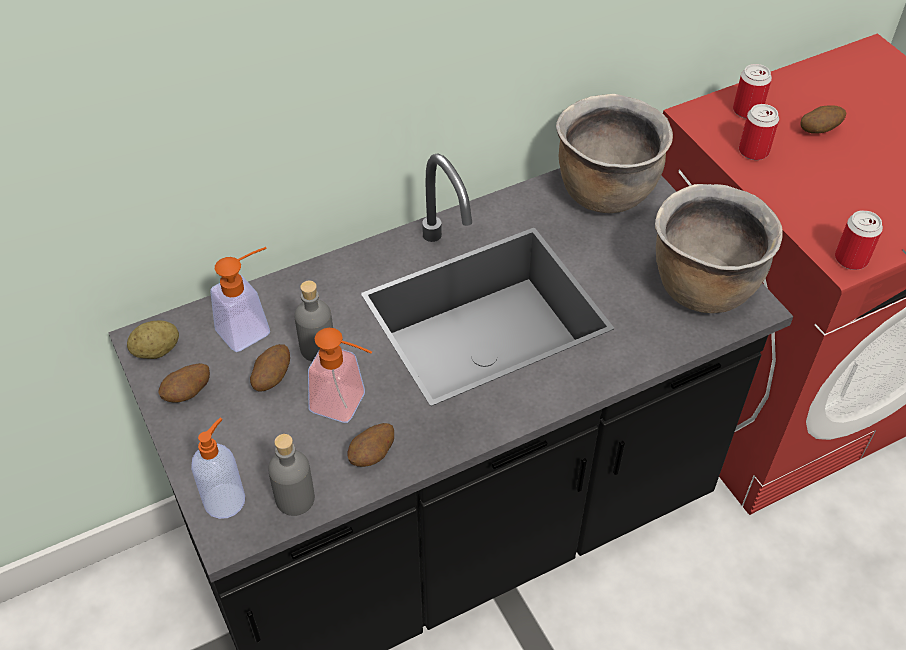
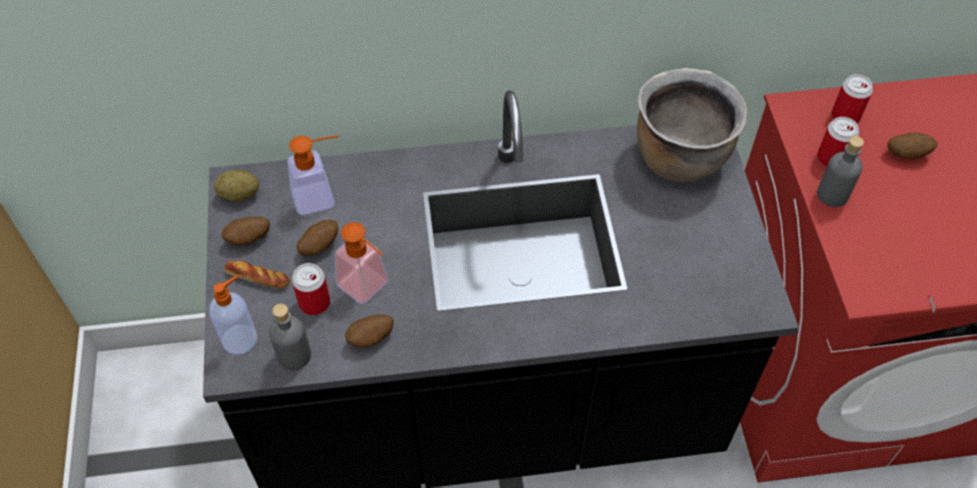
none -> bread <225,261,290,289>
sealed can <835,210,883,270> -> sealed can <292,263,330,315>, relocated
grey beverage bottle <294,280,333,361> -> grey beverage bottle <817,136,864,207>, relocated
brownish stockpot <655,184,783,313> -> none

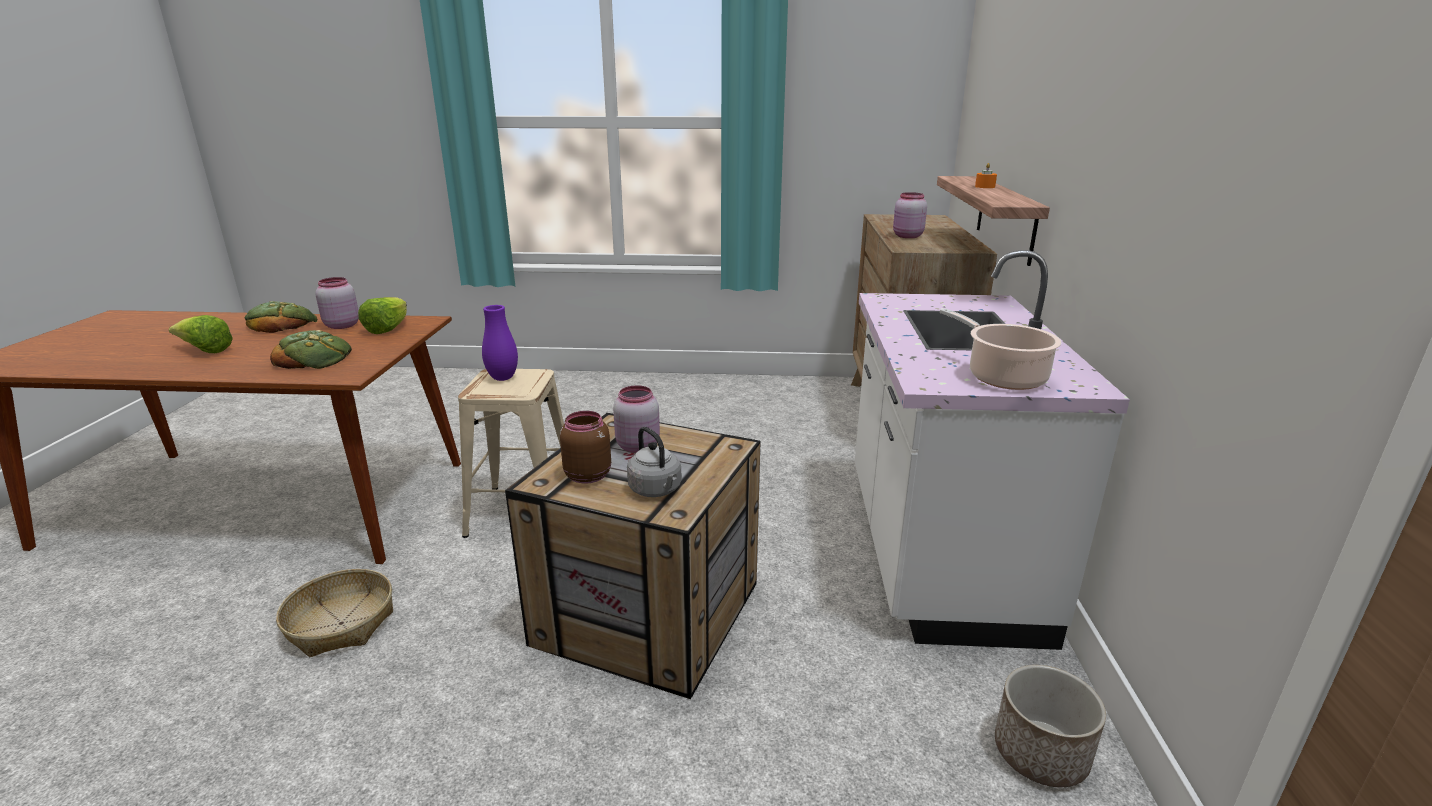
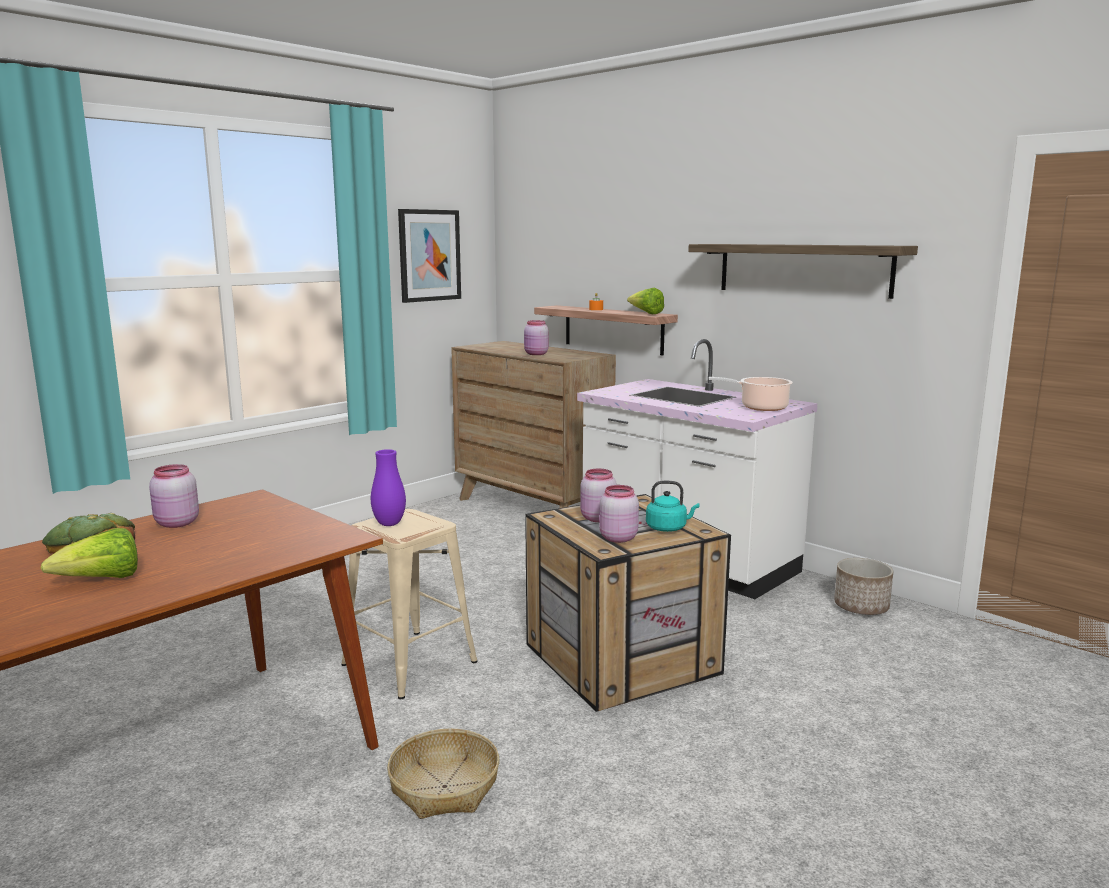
none -> picture <398,209,461,303>
brownish jar <560,411,611,484> -> pink jar <599,485,639,543>
head of lettuce <358,297,407,334> -> head of lettuce <627,288,664,314>, relocated
grey kettle <627,427,682,497> -> turquoise kettle <646,481,700,532>
none -> shelf <688,244,918,299>
bread <270,330,352,369> -> none

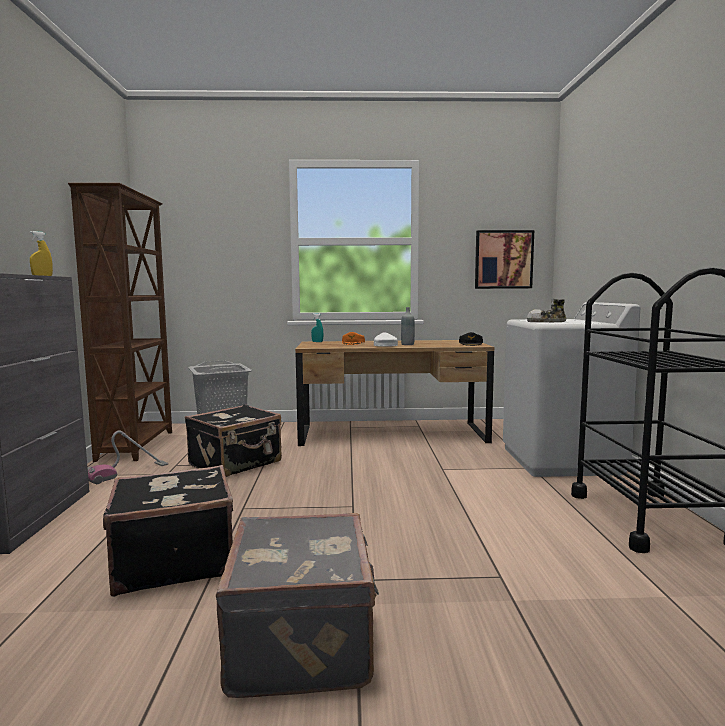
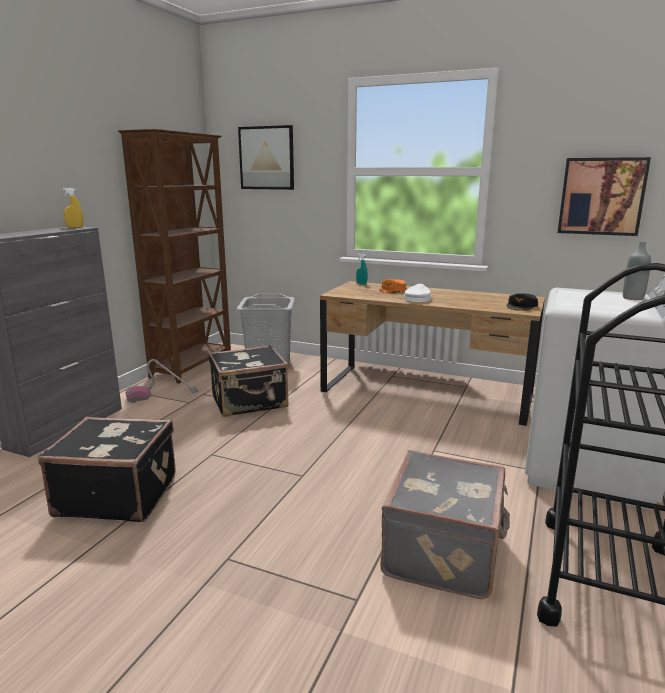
none -> picture <238,125,294,190>
grey suitcase <216,513,379,698> -> grey suitcase <380,450,510,599>, relocated
grey beverage bottle <401,307,415,345> -> grey beverage bottle <623,241,651,300>, relocated
shoe <527,298,566,322> -> none

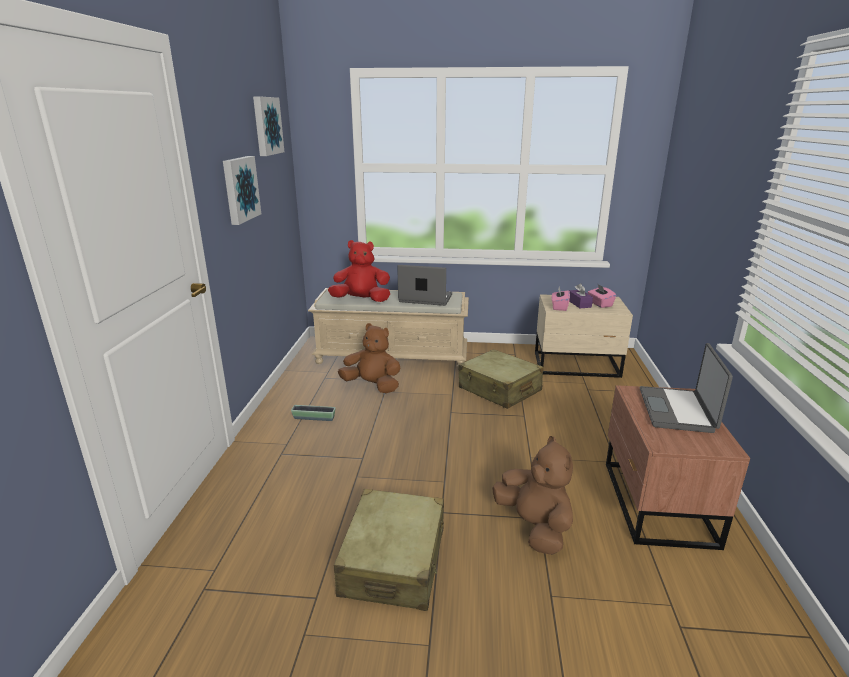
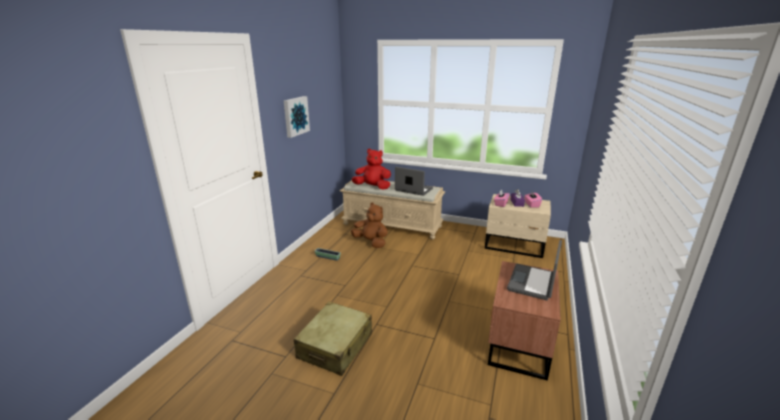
picture <253,96,284,156> -> none
sand-coloured suitcase <459,349,544,409> -> none
brownish plush toy <492,436,573,555> -> none

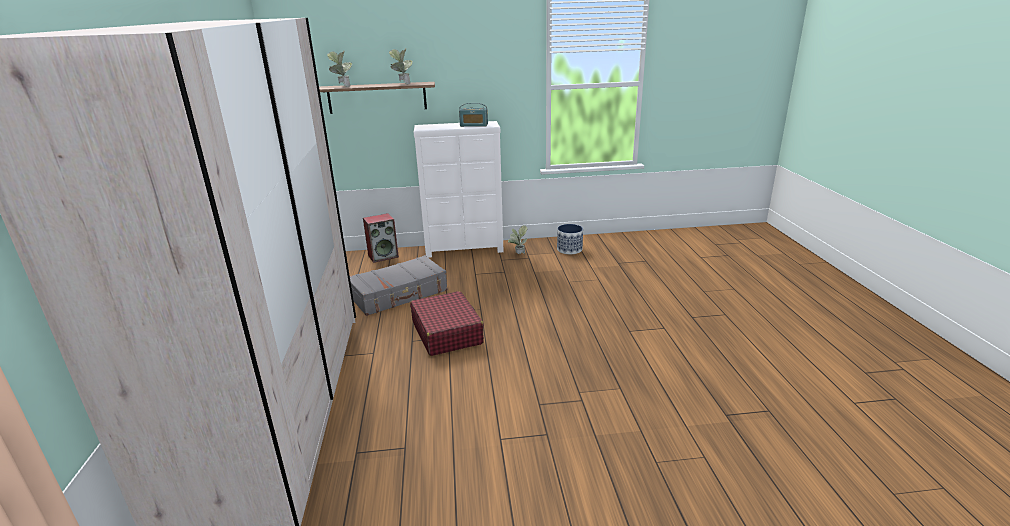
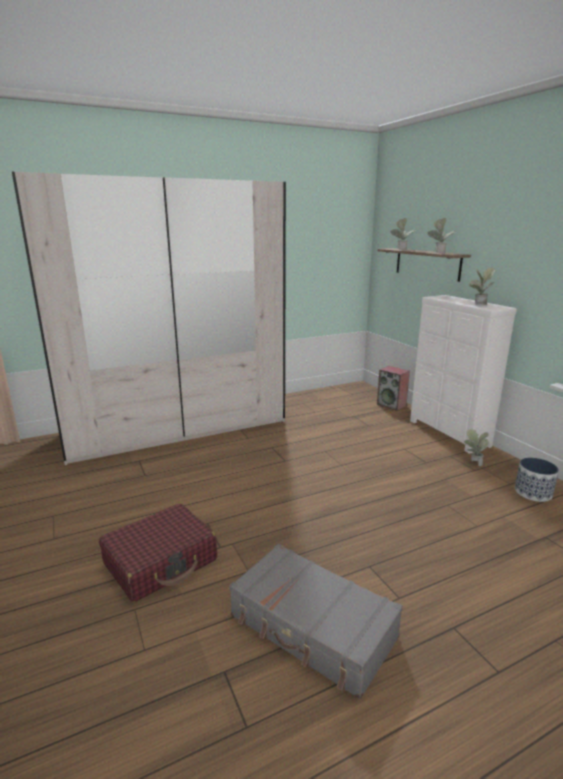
red-coloured suitcase <410,291,484,356> -> red-coloured suitcase <99,504,217,602>, relocated
grey suitcase <350,255,448,316> -> grey suitcase <229,544,403,700>, relocated
radio receiver <459,103,488,127> -> houseplant <469,267,496,305>

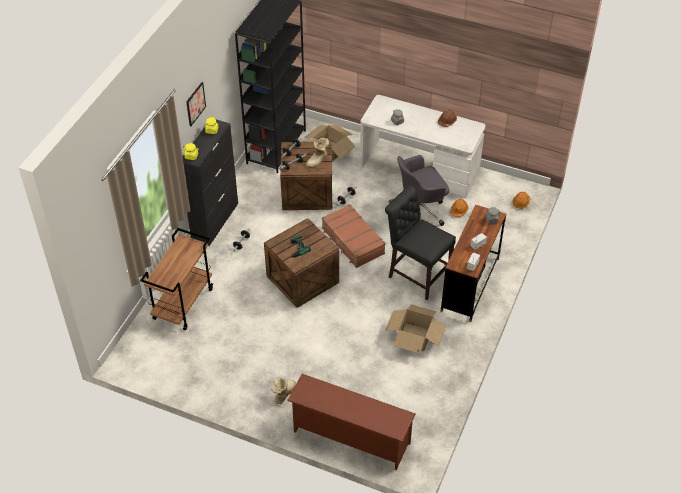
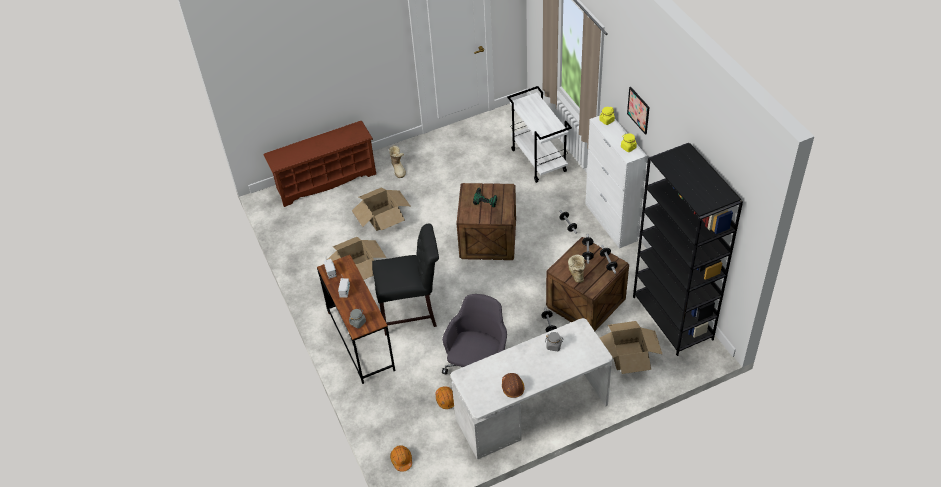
none -> packing box <352,187,410,231>
brownish wheeled cart <140,228,213,330> -> whitish wheeled cart <507,86,572,183>
black cabinet <183,120,238,246> -> whitish cabinet <585,116,647,248>
brownish suitcase <322,204,386,268> -> none

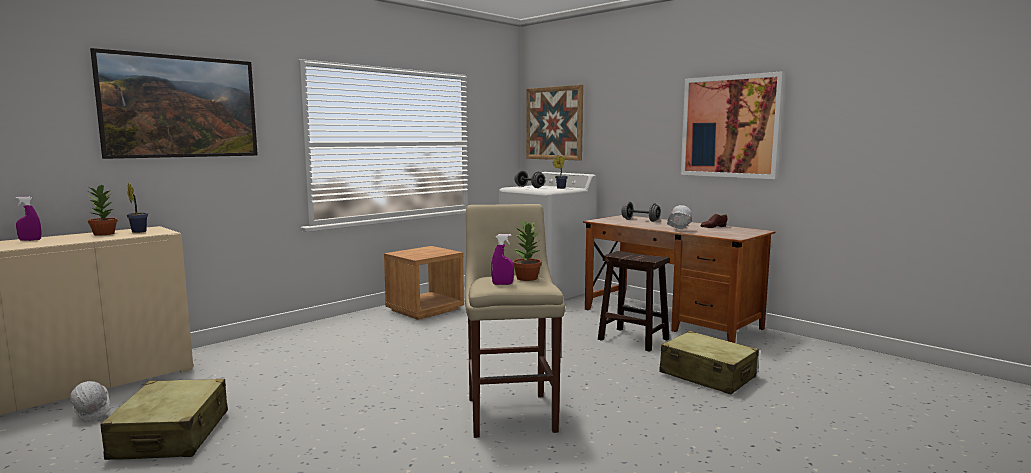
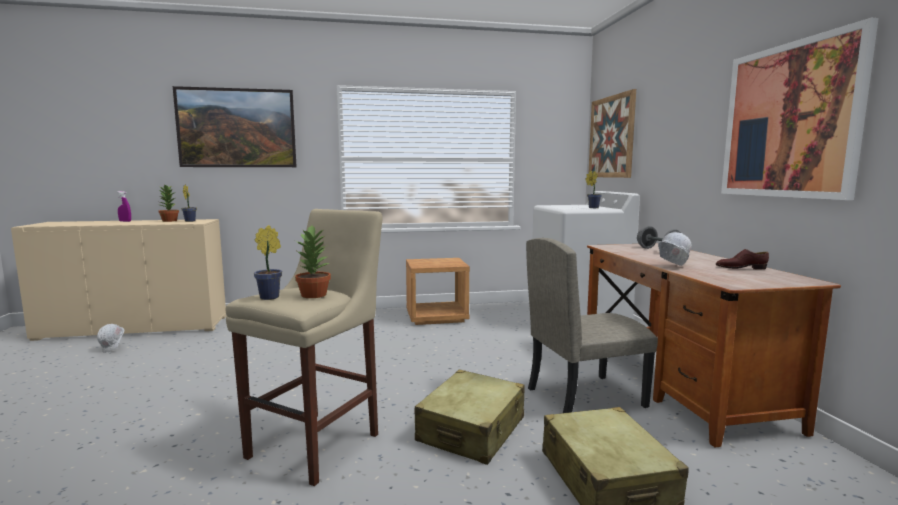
purplish sprayer <491,234,514,285> -> houseplant <254,225,282,300>
sand-coloured suitcase <101,379,228,460> -> sand-coloured suitcase <415,370,525,465>, relocated
brownish stool seat <598,251,670,352> -> sand-coloured upright chair <526,238,658,413>
grey free weight <514,171,545,188> -> none

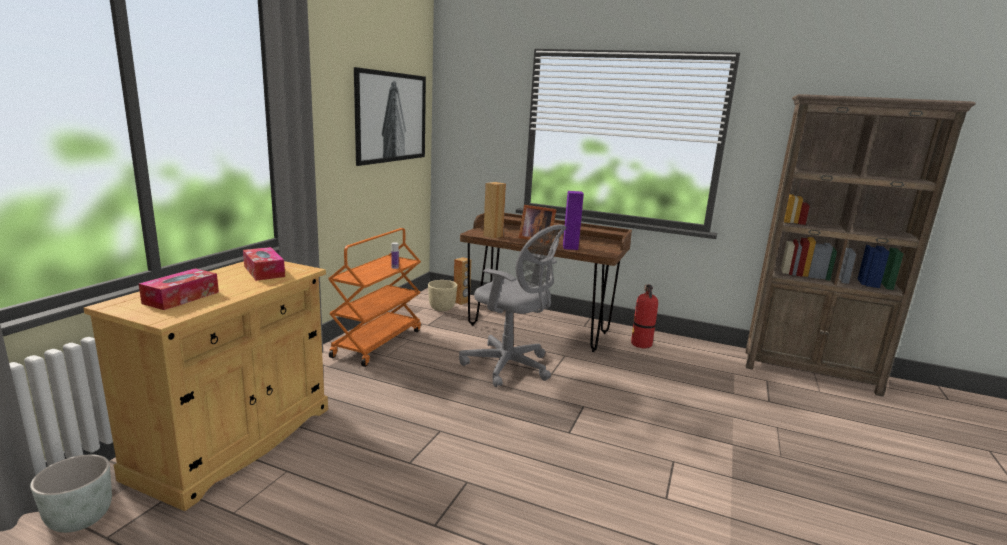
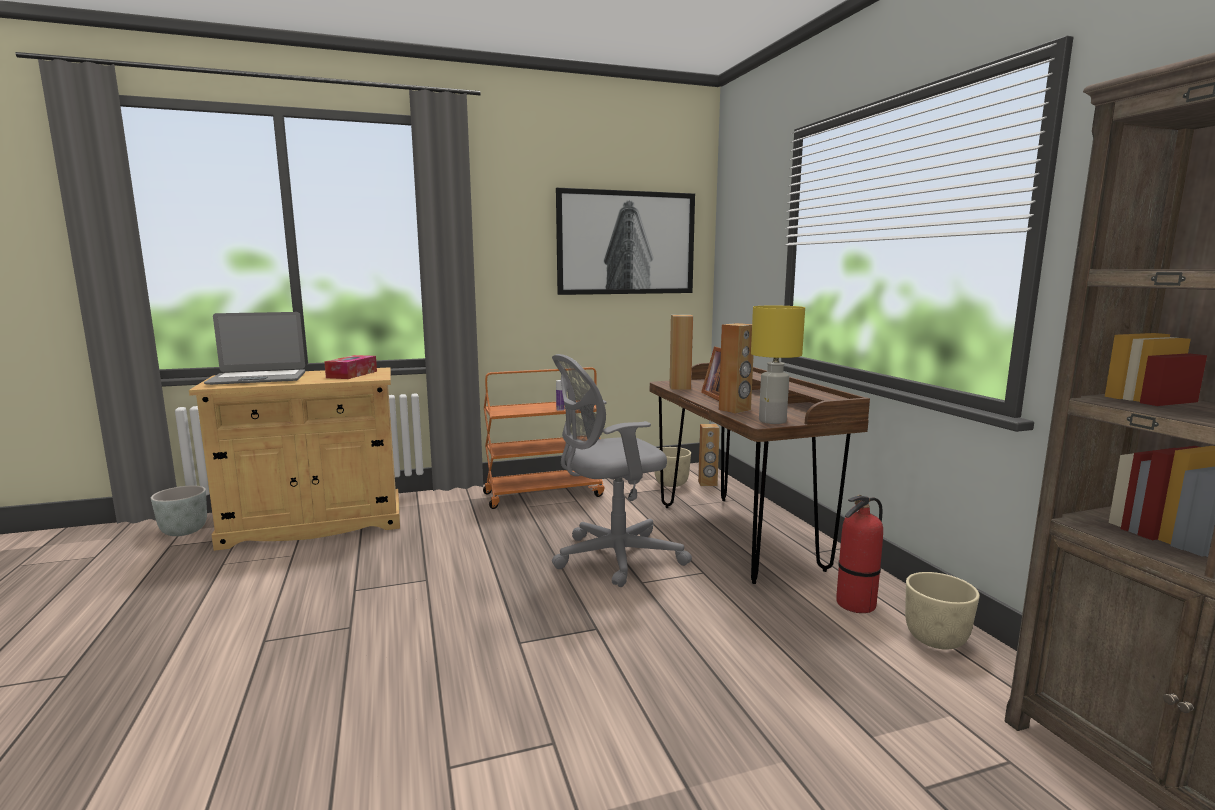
box of tissues <139,268,219,310> -> laptop <204,312,305,385>
grey computer chair <459,225,566,387> -> grey computer chair <552,354,692,587>, 75 degrees clockwise
purplish audio speaker <563,191,584,250> -> brownish audio speaker <719,323,754,414>
none -> yellow tabletop lamp <751,306,805,424>
none -> sand-coloured planter <905,572,980,650>

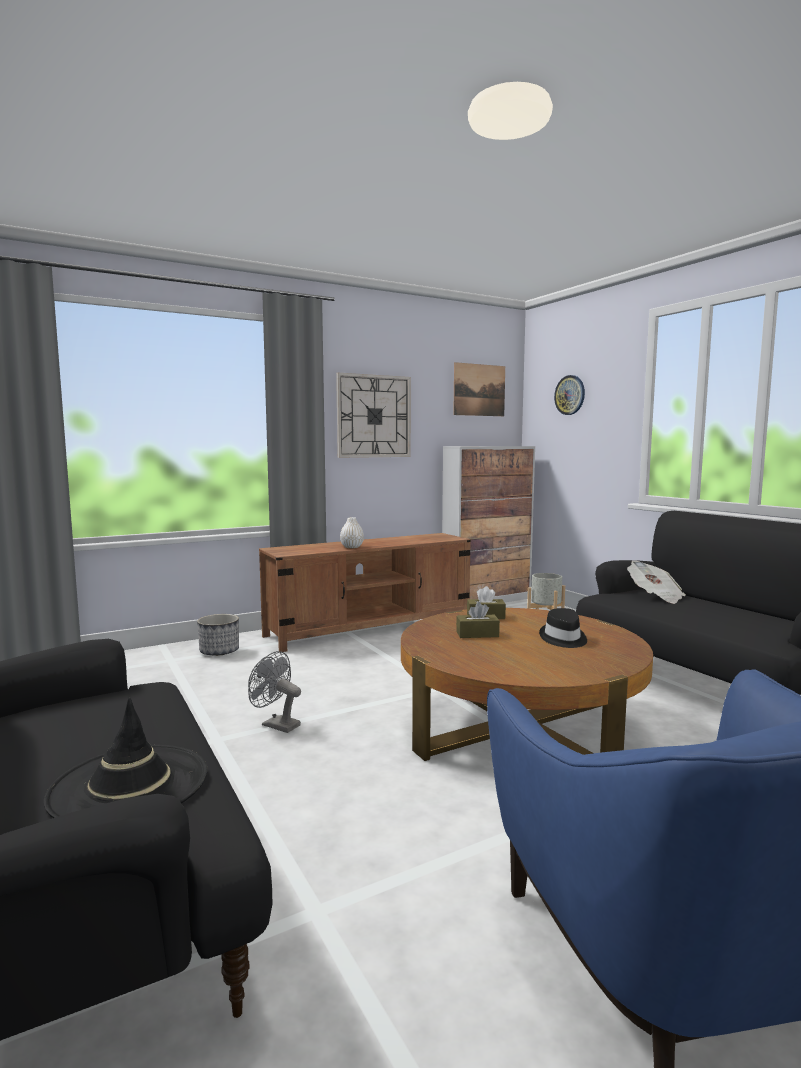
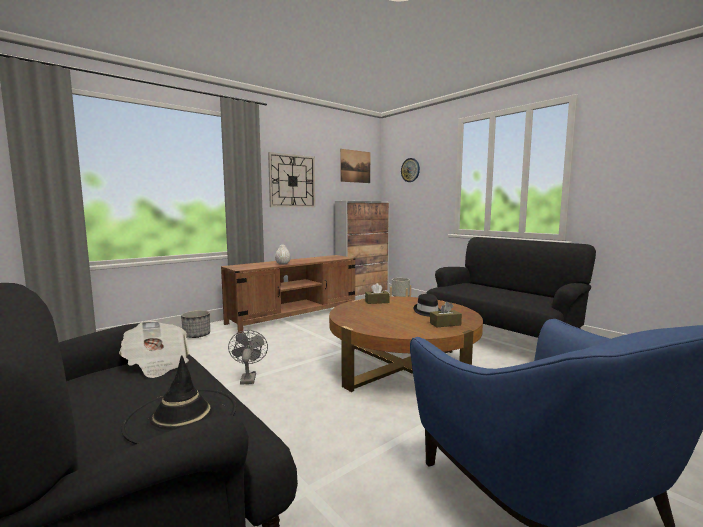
newspaper <627,561,686,604> -> newspaper <119,320,189,378>, relocated
grey cooling fan <248,651,301,733> -> grey cooling fan <228,330,268,385>, 60 degrees clockwise
brownish box of tissues <456,602,500,638> -> brownish box of tissues <430,302,462,327>, relocated

